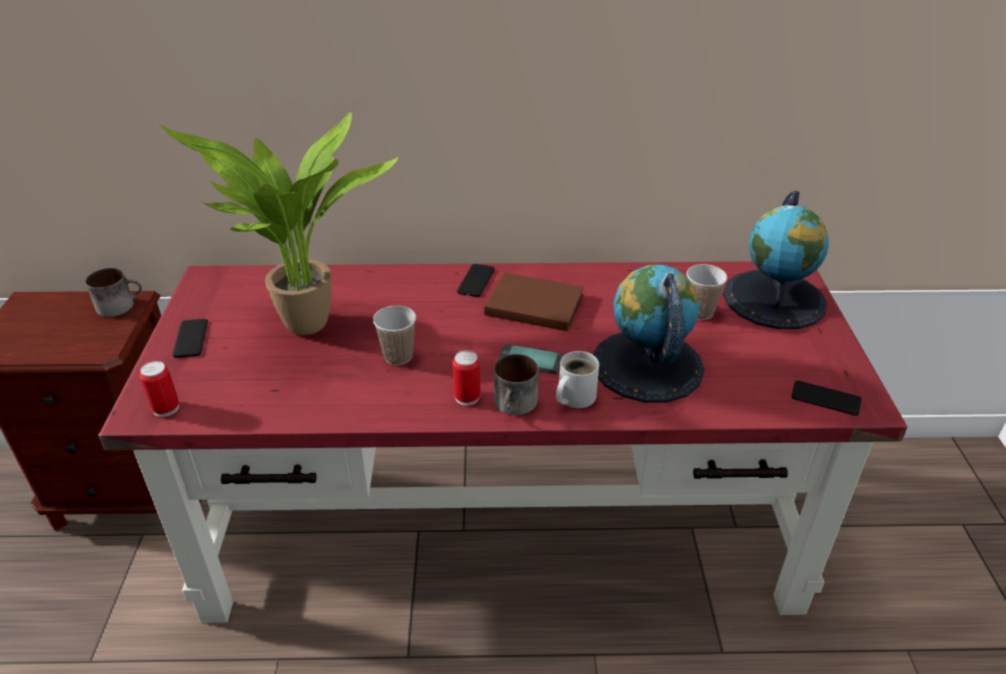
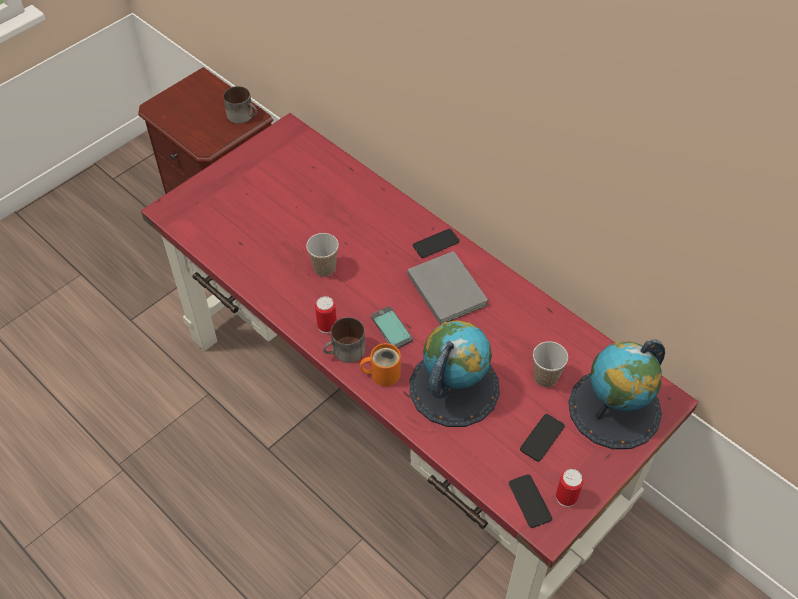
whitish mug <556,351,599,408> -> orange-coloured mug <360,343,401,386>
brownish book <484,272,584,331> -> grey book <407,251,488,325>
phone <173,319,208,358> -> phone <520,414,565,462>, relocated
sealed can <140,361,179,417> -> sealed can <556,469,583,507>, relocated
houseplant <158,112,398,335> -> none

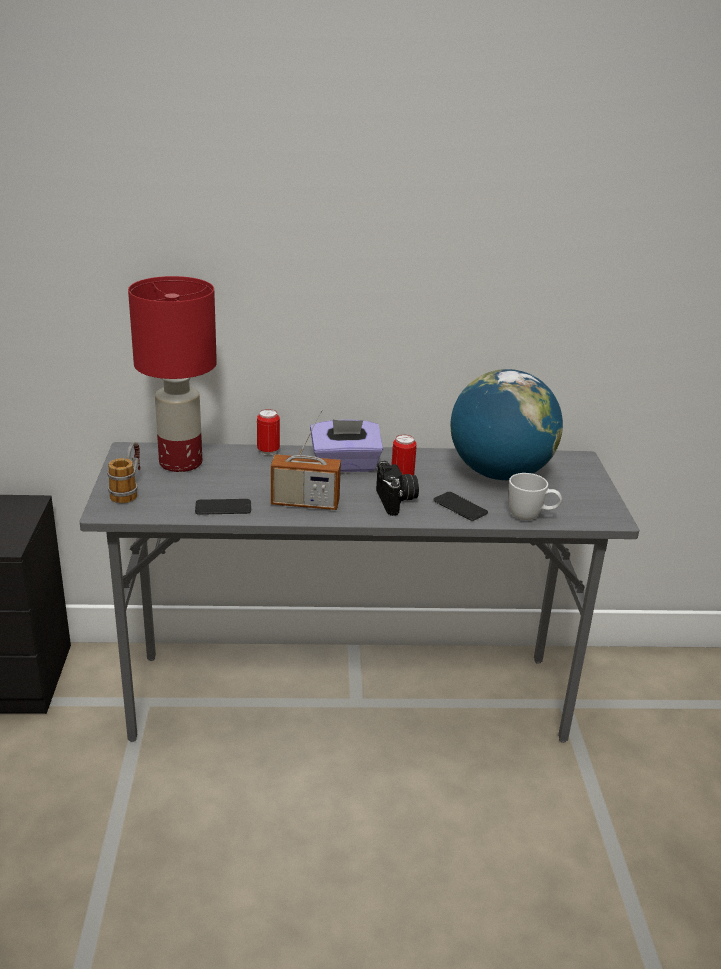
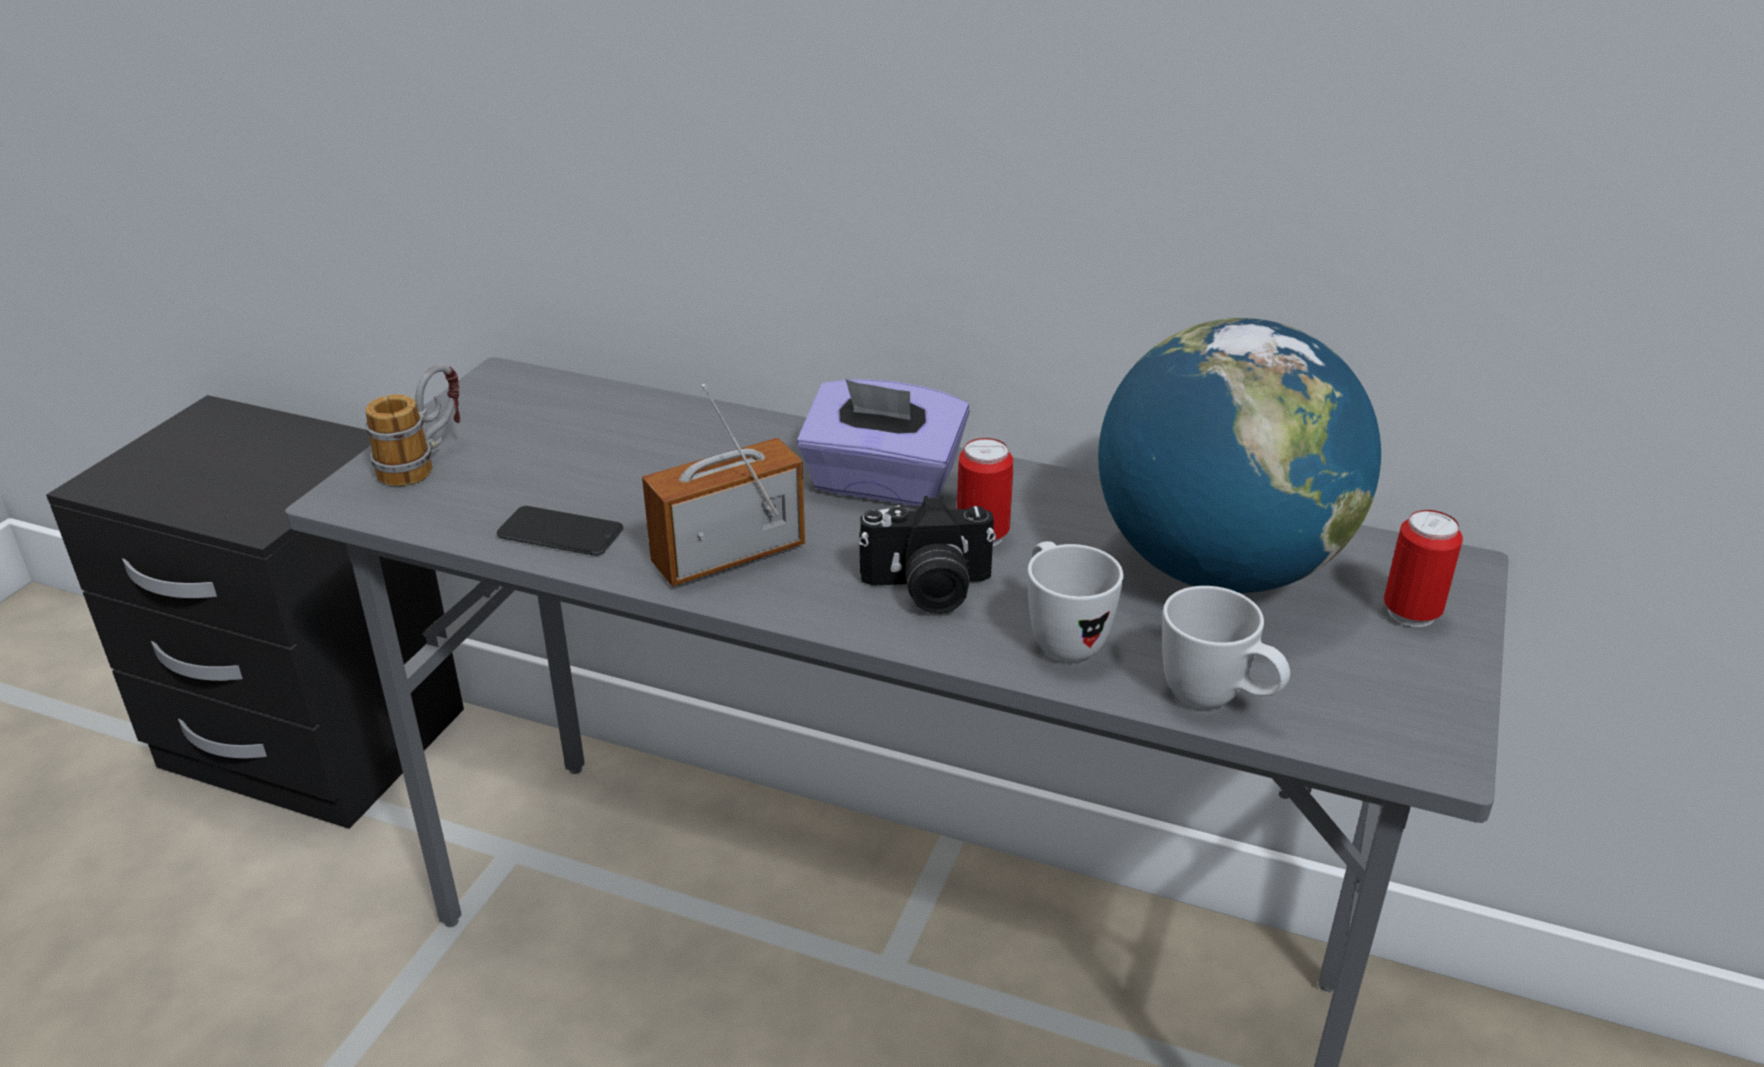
radio receiver <271,410,341,510> -> radio receiver <642,384,805,586>, 120 degrees clockwise
still camera <376,461,419,516> -> still camera <858,495,996,614>, 75 degrees clockwise
phone <433,492,488,521> -> whitish mug <1028,541,1123,661>
sealed can <257,409,280,455> -> sealed can <1384,510,1463,627>, relocated
red-coloured tabletop lamp <128,276,217,472> -> none

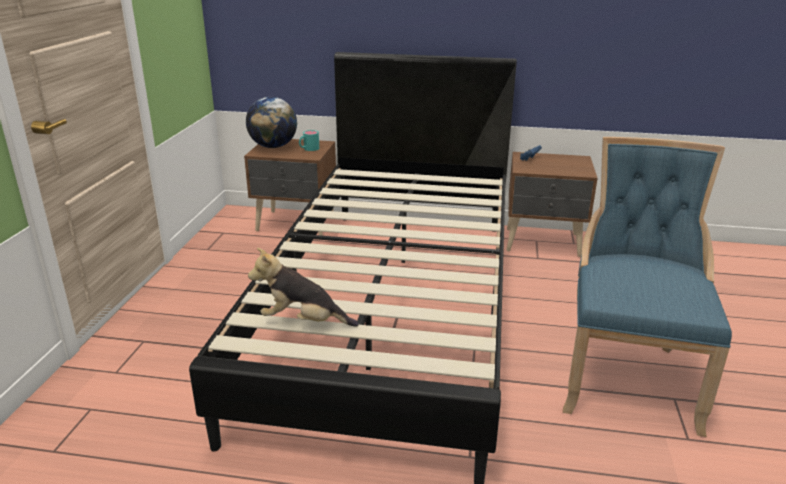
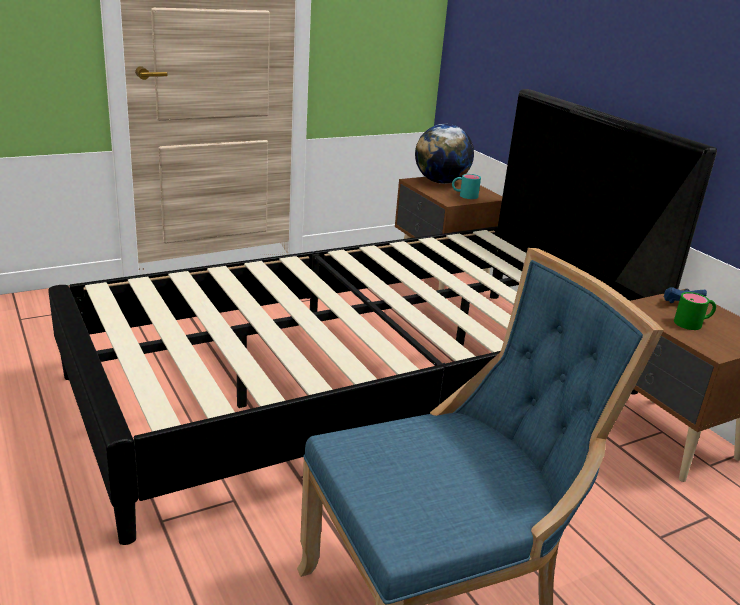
none -> green mug <674,292,716,330>
plush toy <248,248,359,327> -> none

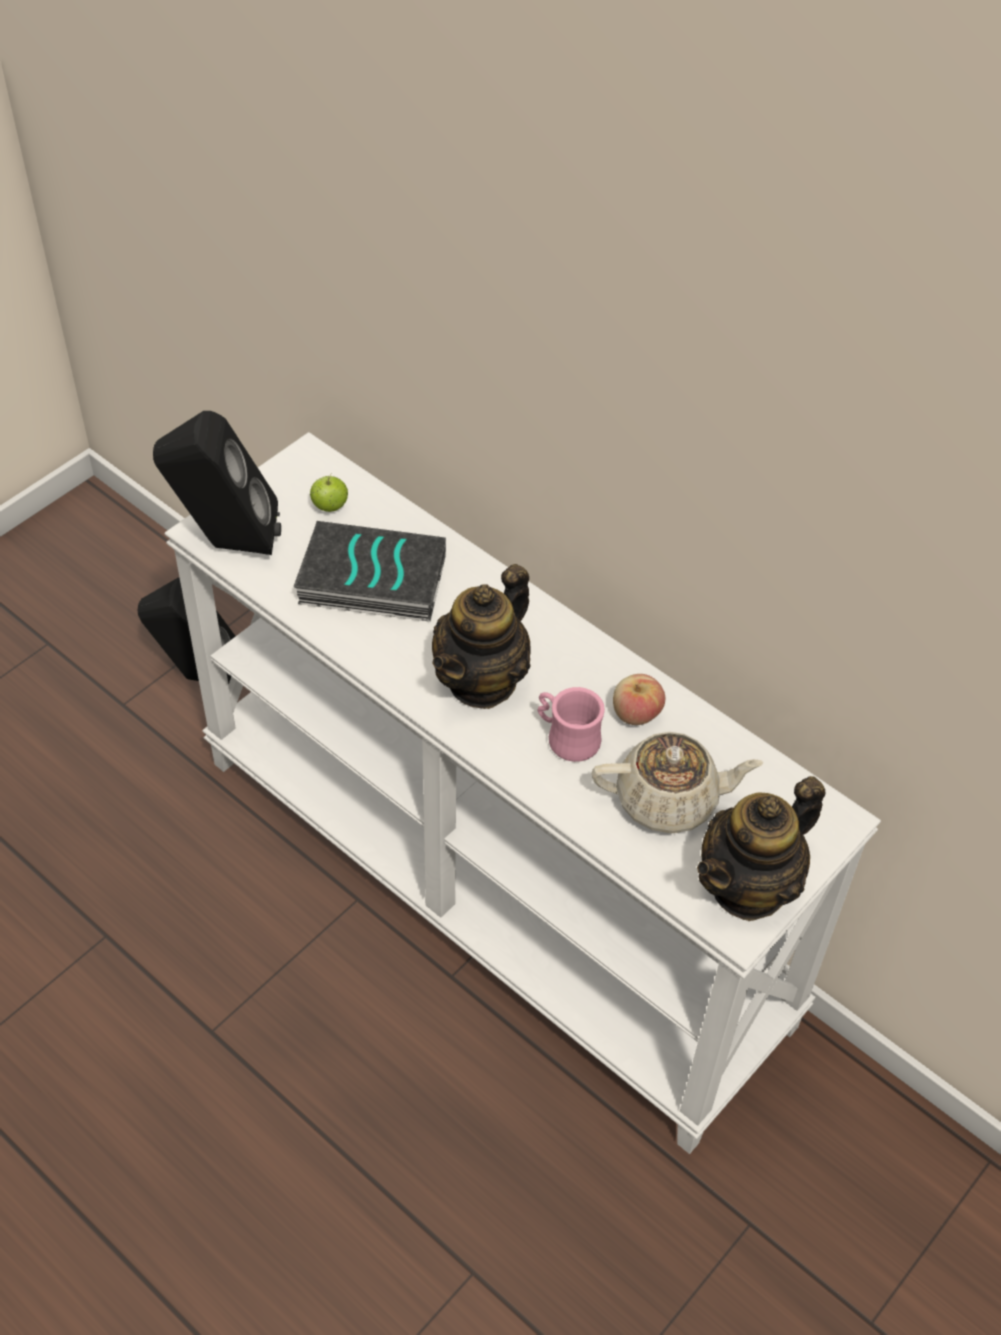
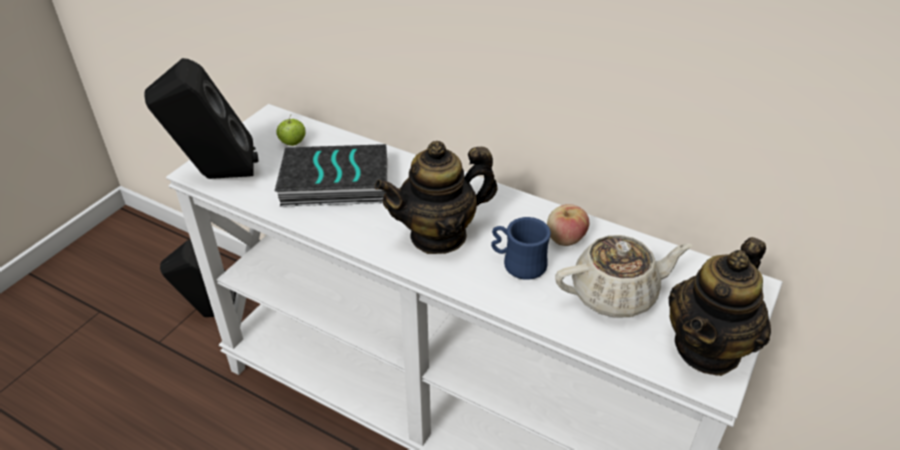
pot for tea <432,564,531,709> -> pot for tea <375,141,498,254>, 45 degrees clockwise
pink mug <537,687,605,762> -> bluish mug <491,217,551,280>

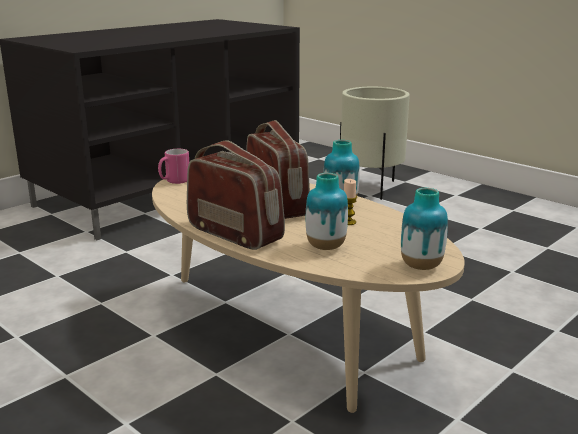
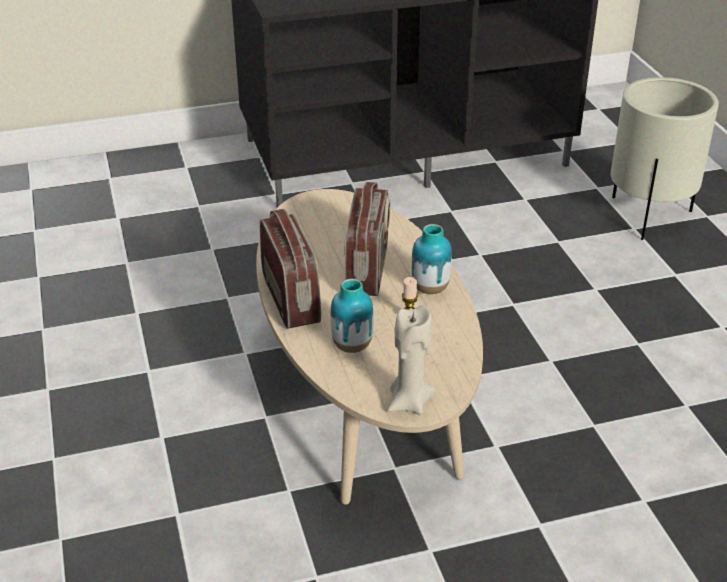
flower vase <401,188,448,270> -> sand-coloured wax candle <387,305,436,415>
pink mug <158,149,189,184> -> none

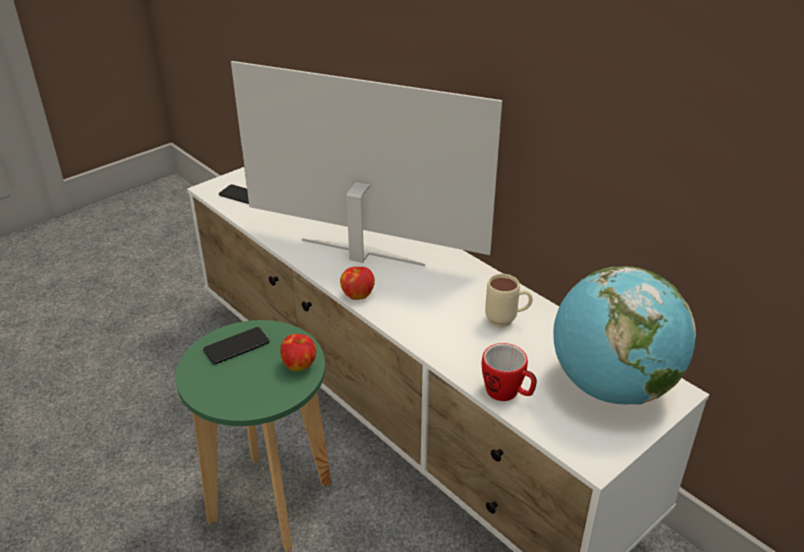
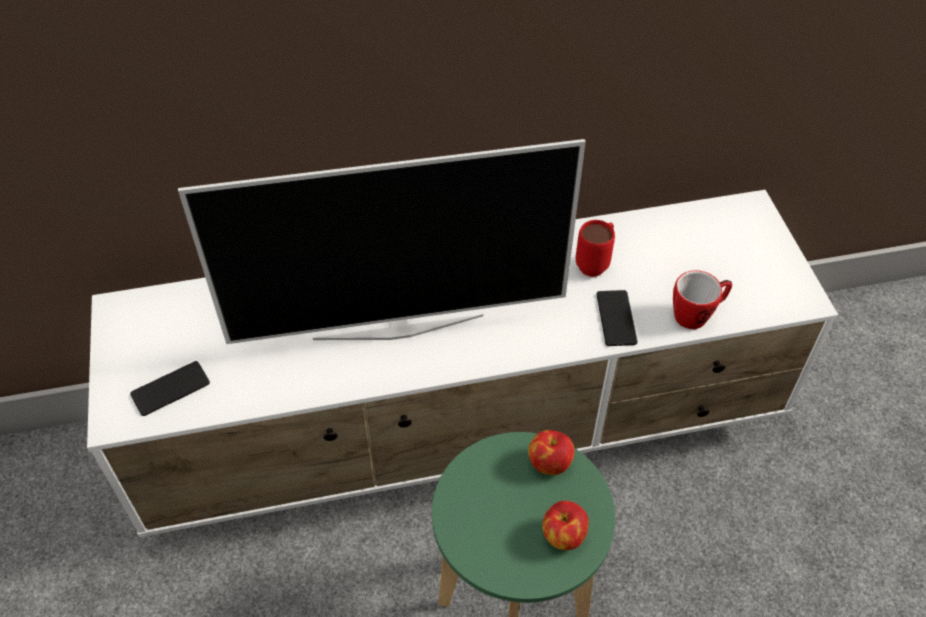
television <231,61,502,266> -> television <178,139,586,344>, 150 degrees counterclockwise
whole apple <340,267,375,300> -> whole apple <542,501,589,550>, relocated
sand-coloured mug <485,274,533,328> -> red-coloured mug <576,220,615,277>
phone <203,327,270,365> -> phone <597,290,638,346>, relocated
globe <553,266,696,405> -> none

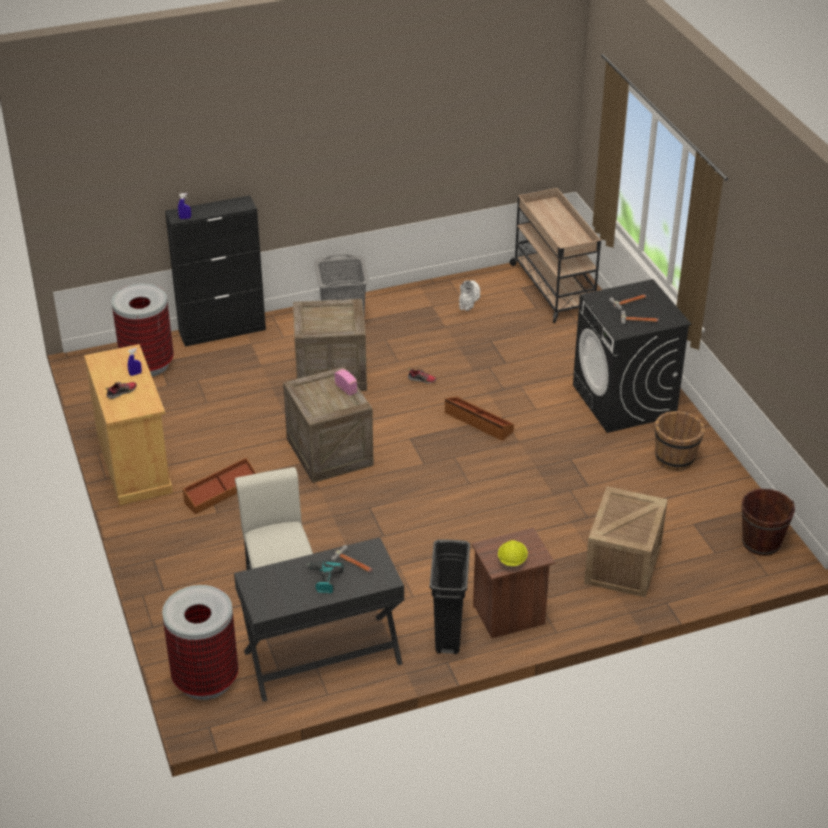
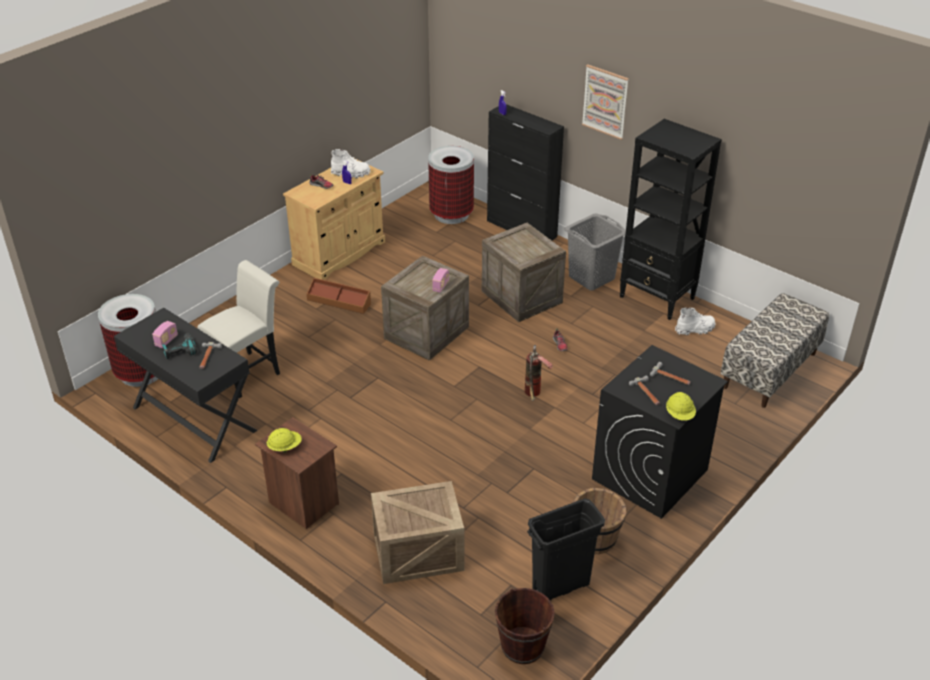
none -> radio receiver <152,321,178,348>
none -> whitish tall boot <331,149,370,178>
brownish storage bin <445,397,514,441> -> extinguisher <525,345,553,401>
black waste bin <430,539,470,654> -> black waste bin <527,498,605,600>, relocated
none -> picture <582,64,629,140>
none -> black shelving unit <620,119,722,320>
none -> yellow work helmet <666,392,696,421>
sand-coloured wheeled cart <510,188,601,323> -> long seat <721,293,829,408>

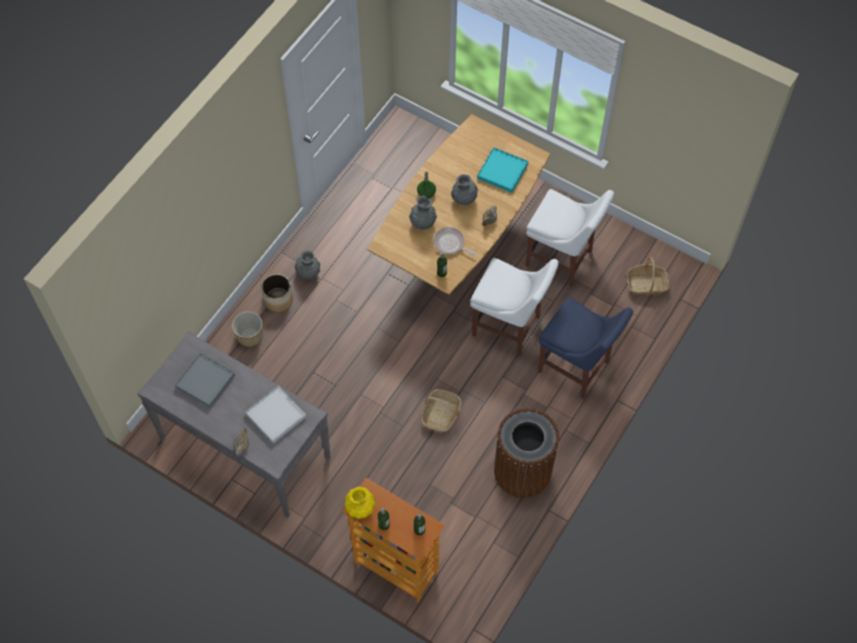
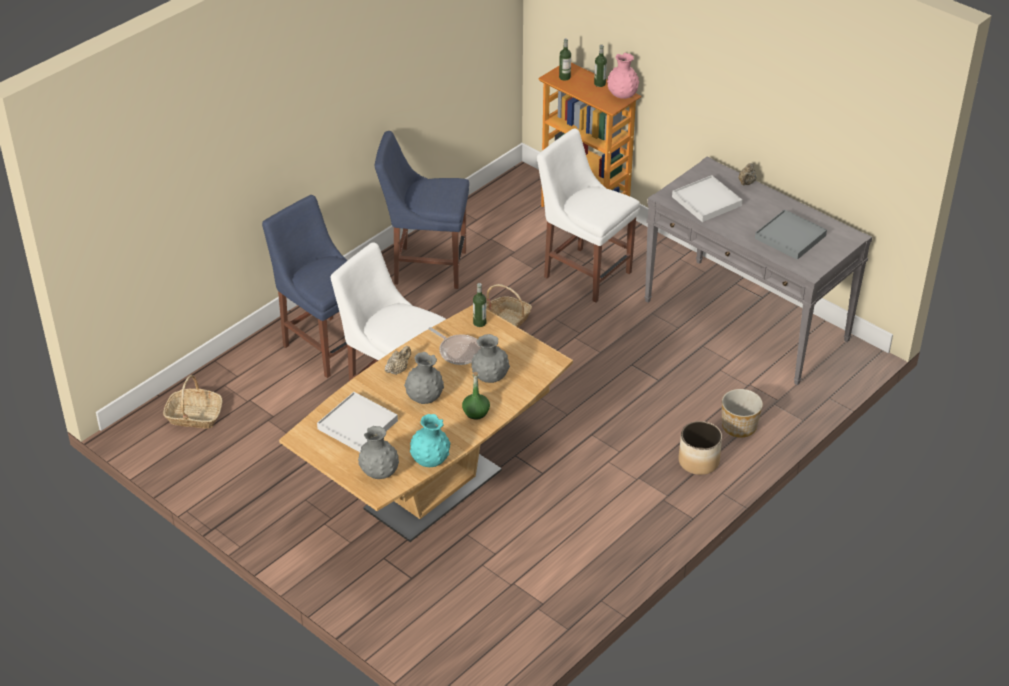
turquoise serving tray <477,148,528,193> -> whitish serving tray <317,392,398,452>
grey flower vase <295,250,320,280> -> grey flower vase <358,426,399,479>, relocated
brownish waste bin <494,408,559,498> -> bluish upright chair <375,131,469,289>
none -> turquoise flower vase <410,414,451,467>
whitish upright chair <526,189,614,287> -> whitish upright chair <537,129,640,303>, relocated
yellow flower vase <344,486,375,519> -> pink flower vase <607,53,639,99>

